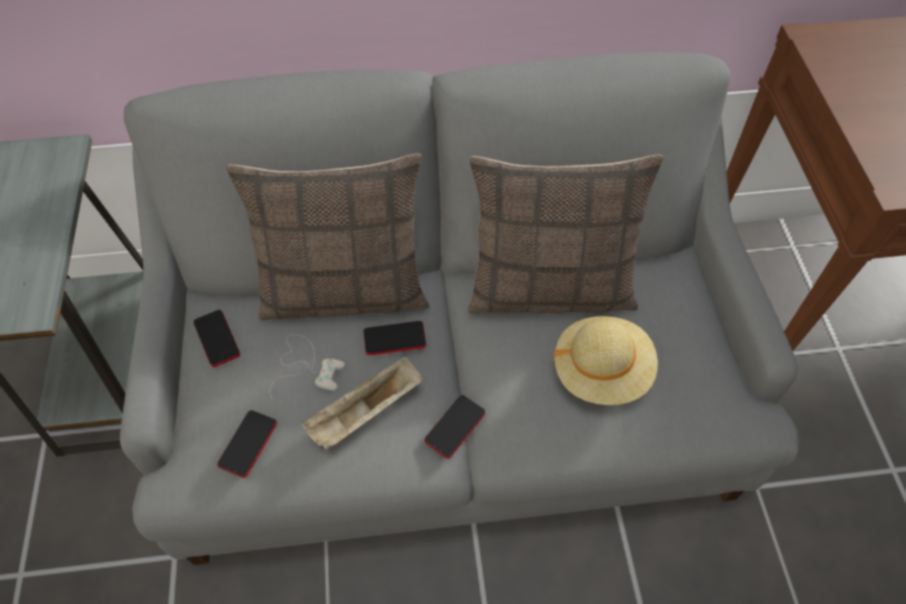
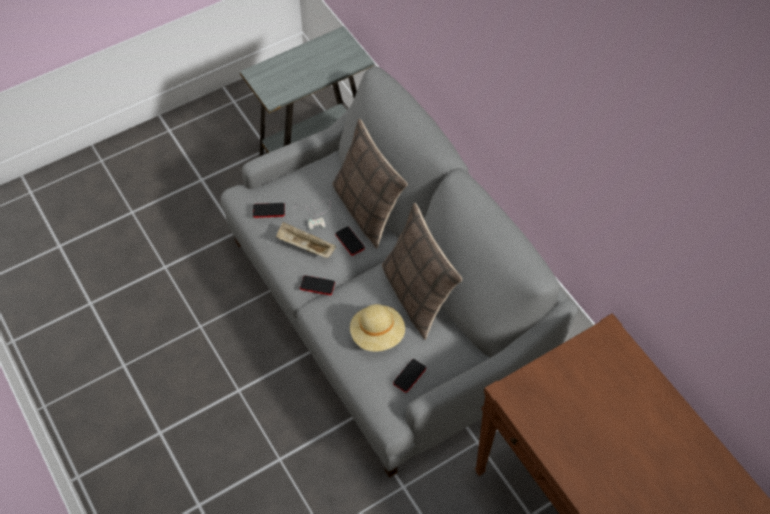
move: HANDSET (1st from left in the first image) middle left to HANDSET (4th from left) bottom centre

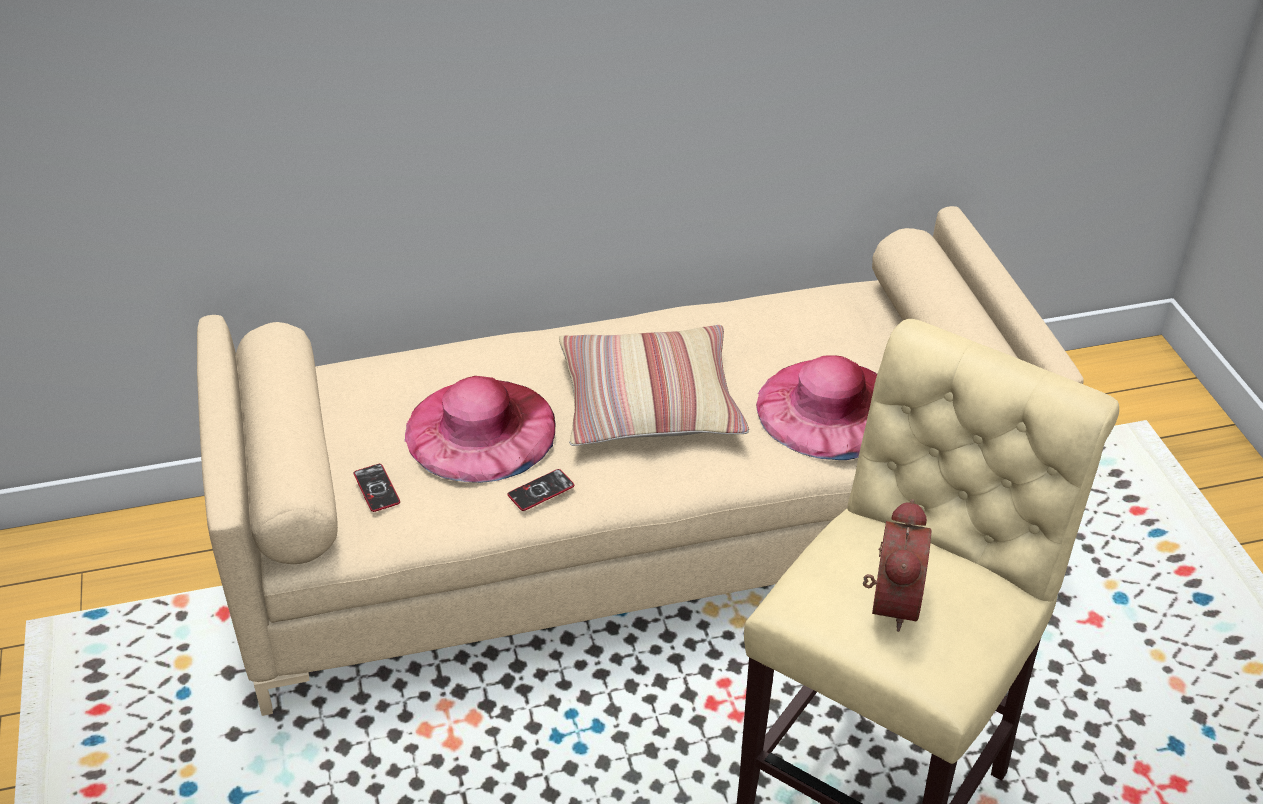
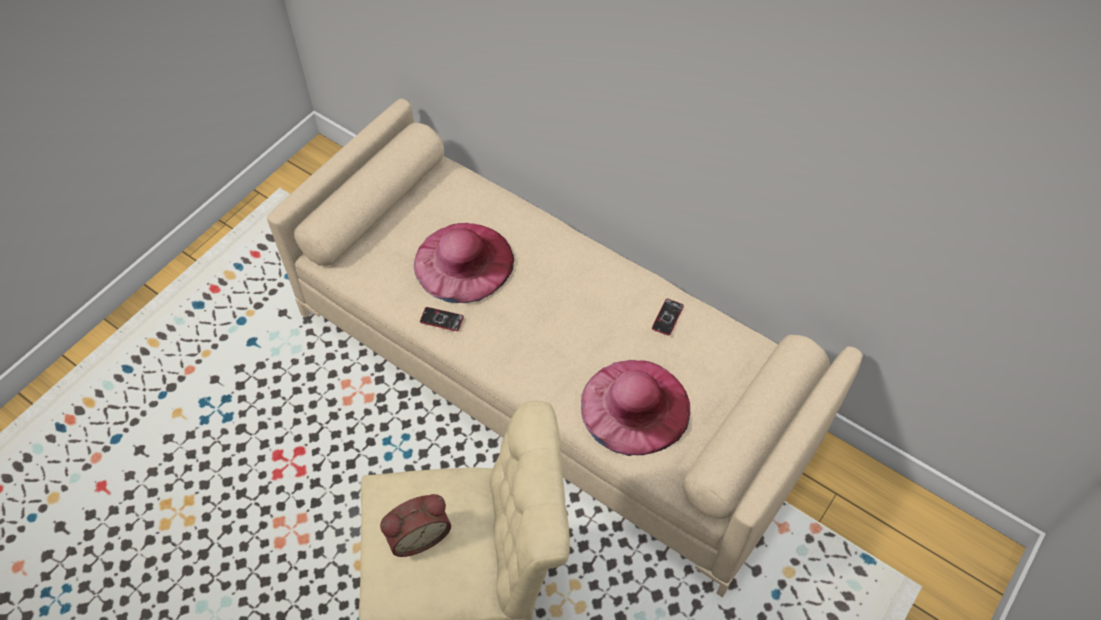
delete: CUSHION centre
move: HANDSET (1st from left in the first image) middle left to HANDSET (2nd from left) centre

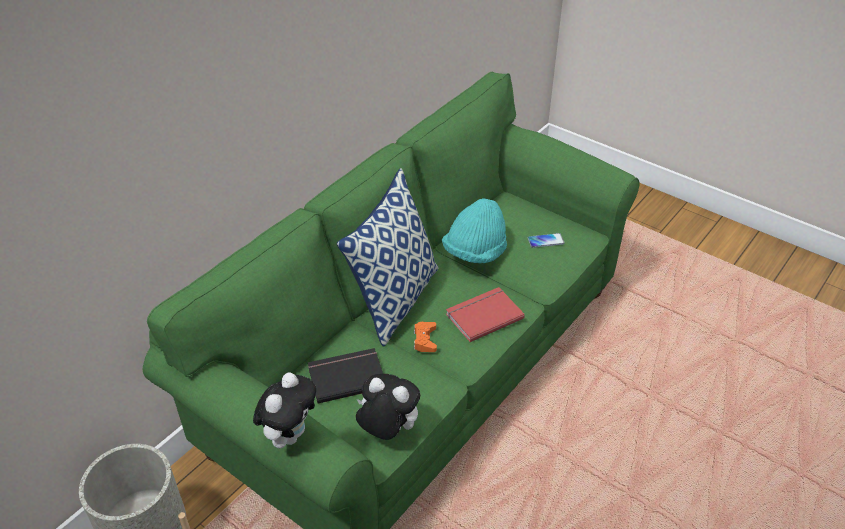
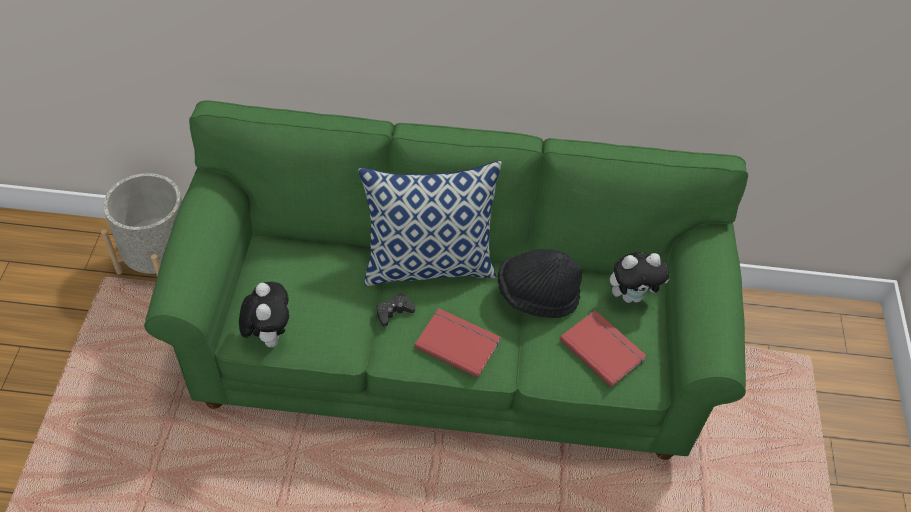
delete: BLACK-COLOURED VOLUME bottom centre
move: SOFT TOY (1st from left in the first image) bottom centre to SOFT TOY (2nd from left) middle right
replace: HANDSET centre to RED VOLUME (2nd from left) bottom centre
recolor: ORANGEY JOYPAD centre to BLACK-COLOURED JOYPAD centre; TURQUOISE-COLOURED WEARABLE HAT centre to BLACK-COLOURED WEARABLE HAT centre

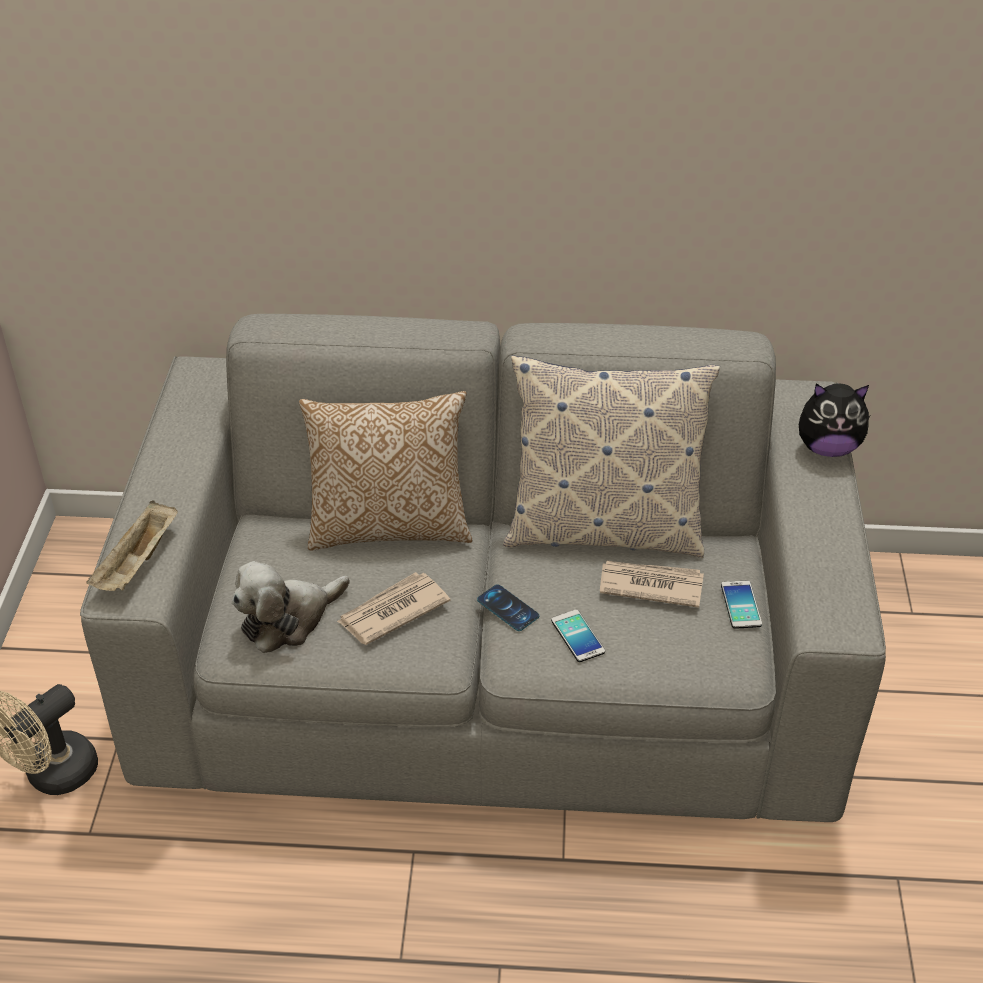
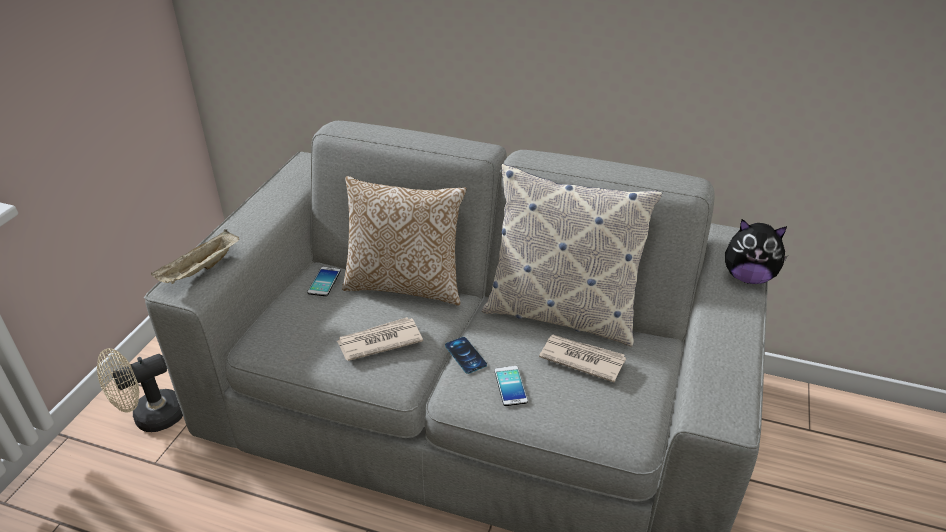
delete: SOFT TOY (1st from left) middle left
move: HANDSET (3rd from left in the first image) middle right to HANDSET (1st from left) centre

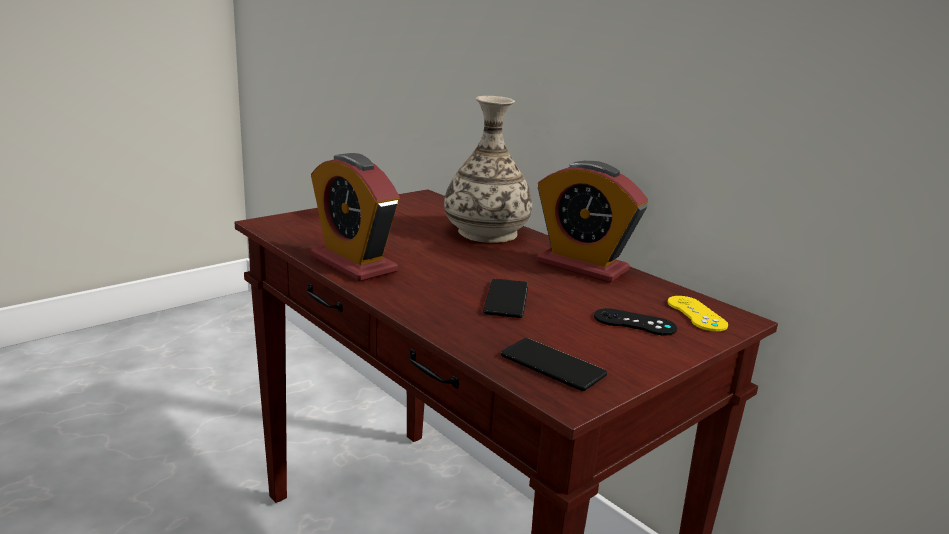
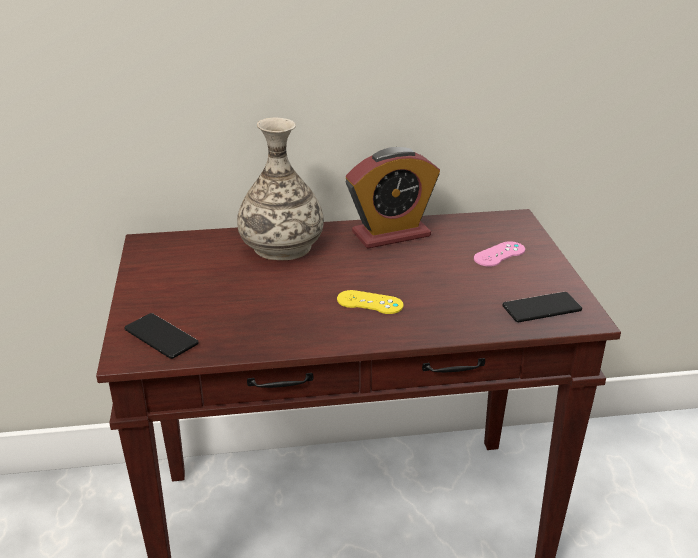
delete: BEDSIDE CLOCK (1st from left) centre
move: HANDSET (1st from left) centre to middle left; YELLOWISH JOYPAD middle right to centre
recolor: BLACK-COLOURED JOYPAD middle right to PINKISH JOYPAD middle right

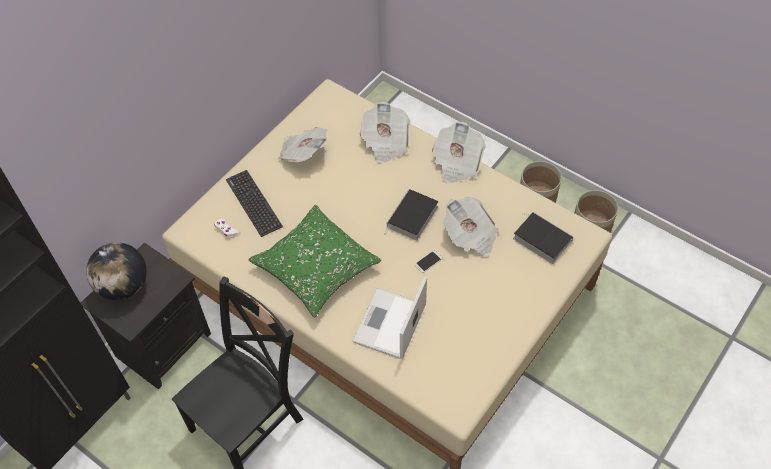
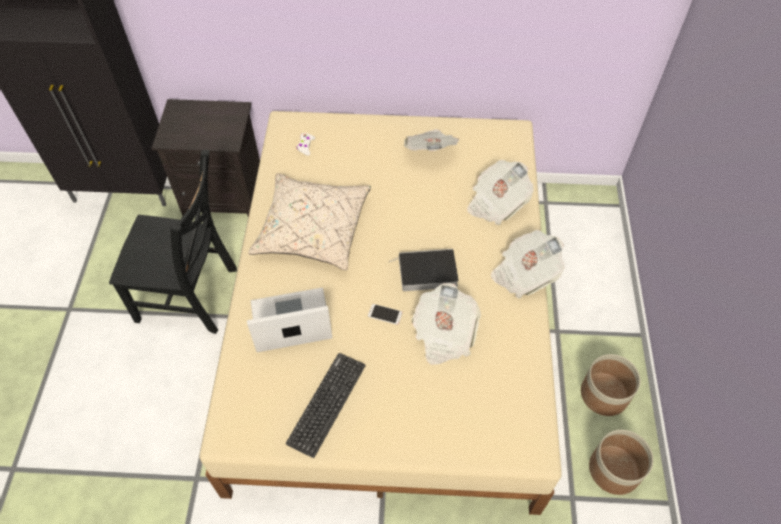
delete: DESK GLOBE middle left; VOLUME (2nd from left) middle right
move: PC KEYBOARD middle left to bottom centre
recolor: GREENISH CUSHION centre to BEIGE CUSHION centre

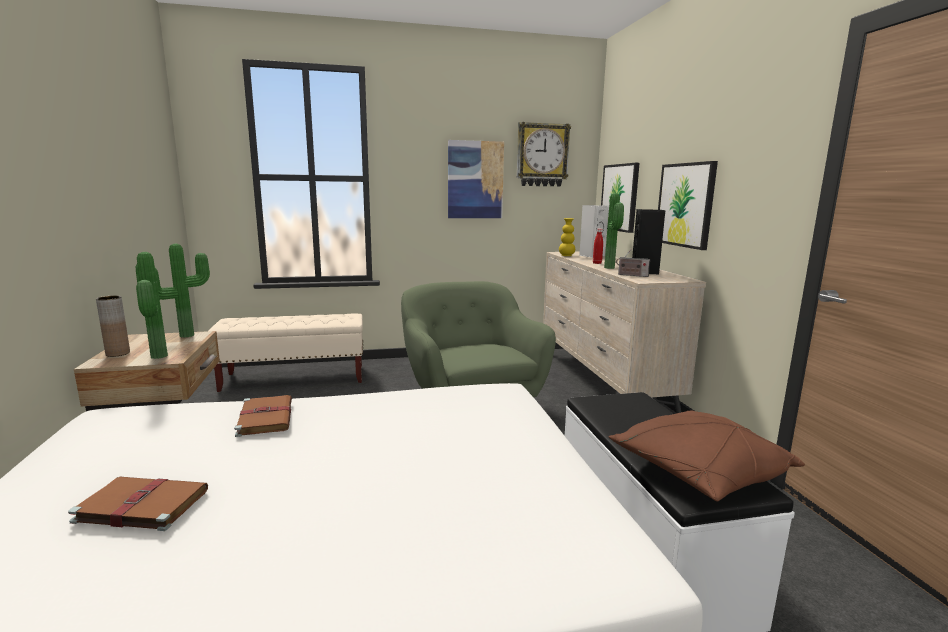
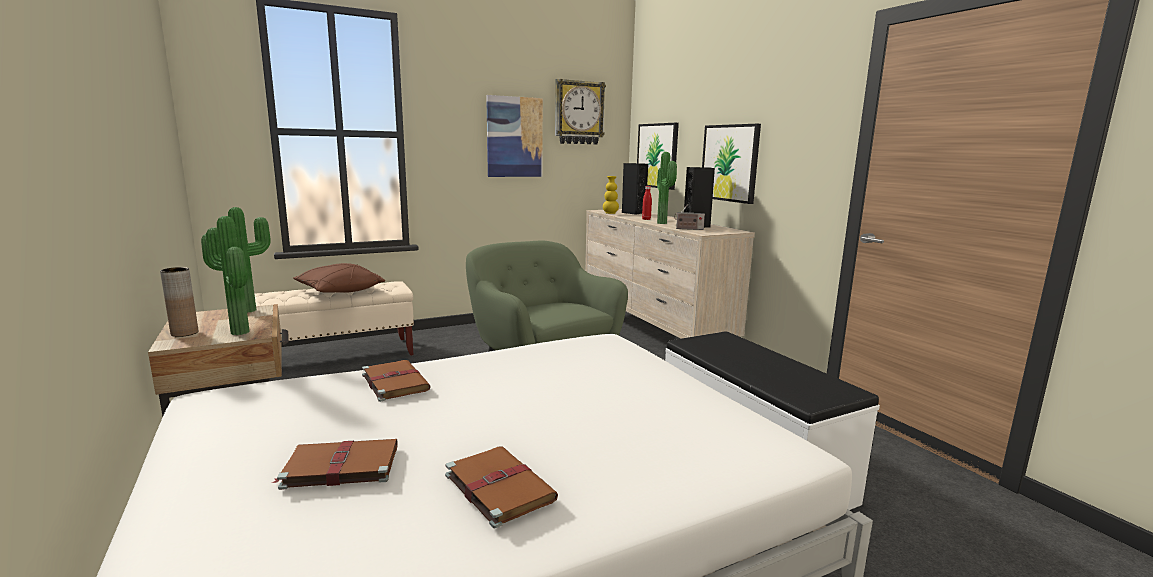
insert: BROWNISH VOLUME (3rd from left) bottom centre
move: BROWNISH CUSHION bottom right to middle left
recolor: WHITISH LOUDSPEAKER centre to BLACK-COLOURED LOUDSPEAKER (1st from left) top centre

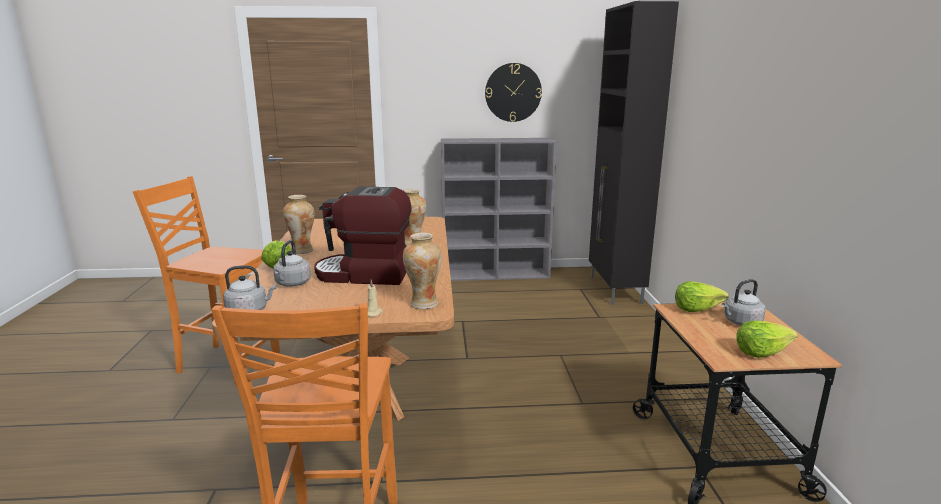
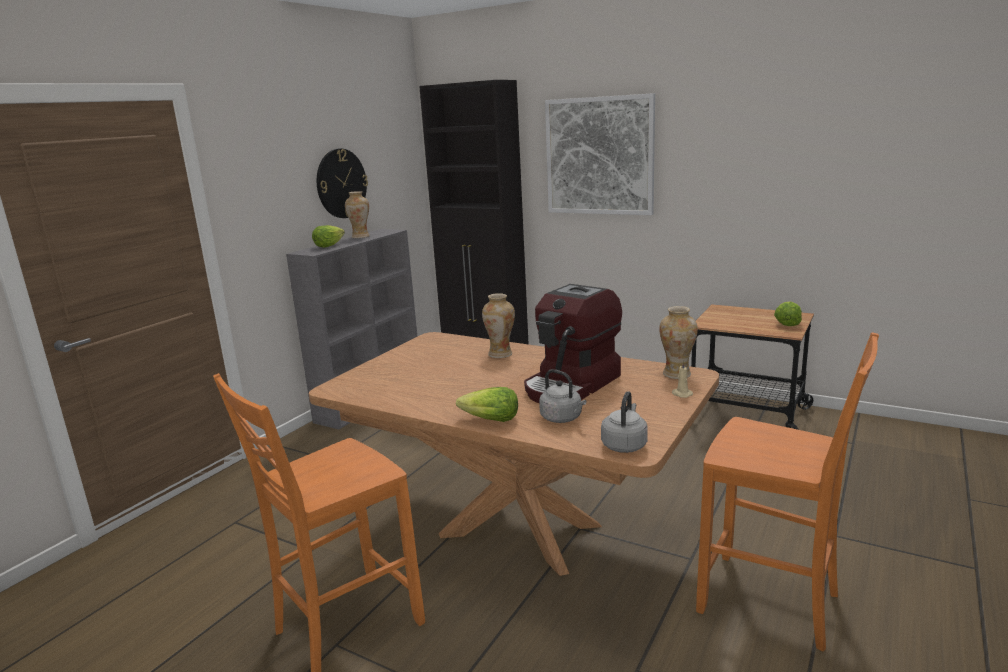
delete: GREYISH WATER KETTLE (3rd from left) middle right
insert: PICTURE top centre
move: VASE (1st from left) middle left to top centre; HEAD OF LETTUCE (2nd from left in the first image) middle right to HEAD OF LETTUCE (1st from left) middle left

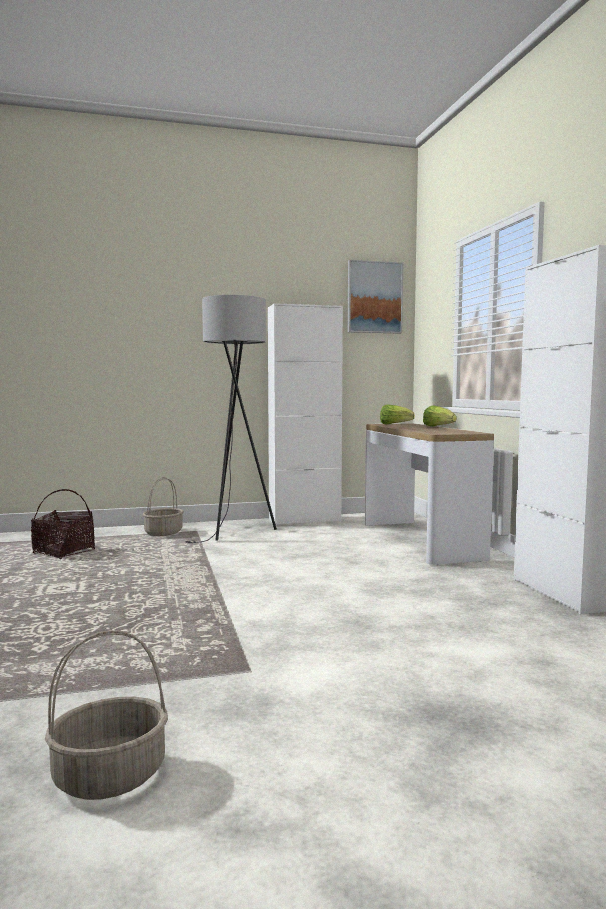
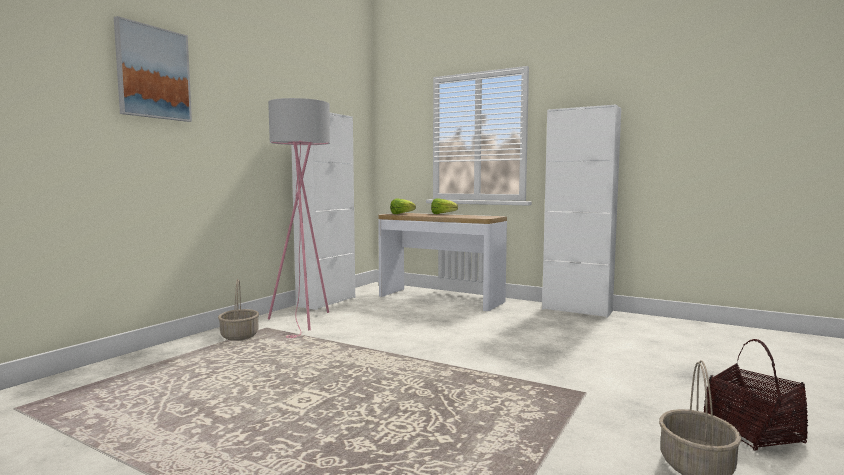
move: STORAGE BASKET (1st from left in the first image) middle left to STORAGE BASKET (3rd from left) bottom right; PICTURE top centre to top left
recolor: GREYISH STANDING LAMP centre to PINKISH STANDING LAMP centre

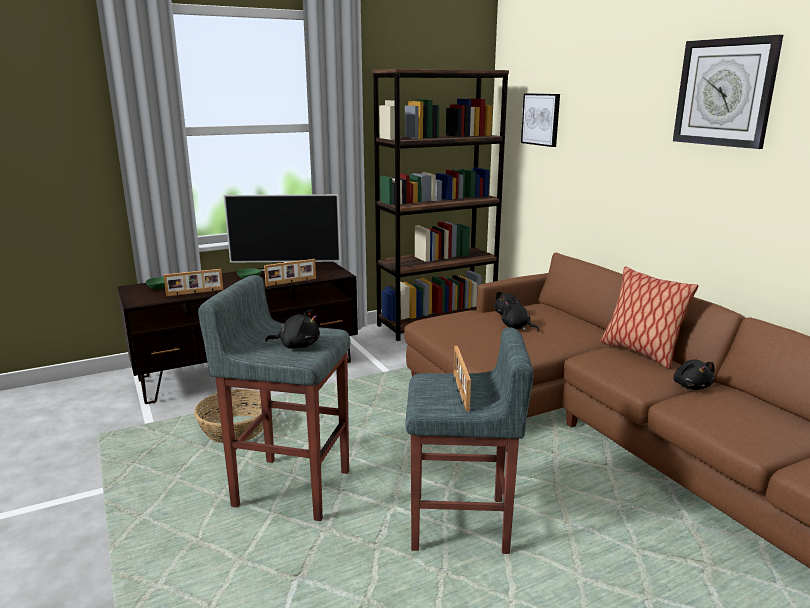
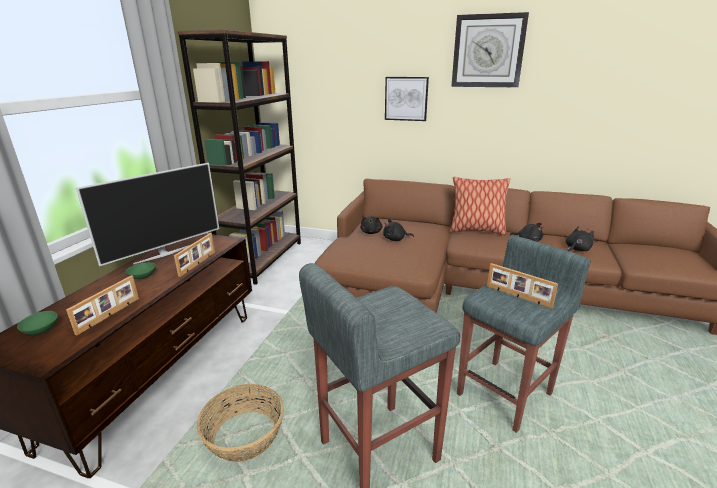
move: BLACK-COLOURED SOFT TOY (1st from left in the first image) centre to BLACK-COLOURED SOFT TOY (4th from left) middle right; PICTURE top right to top centre

